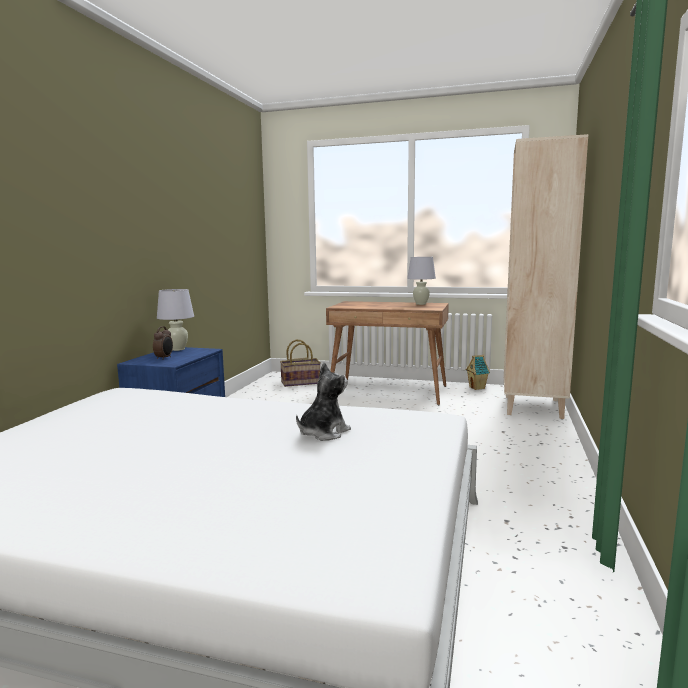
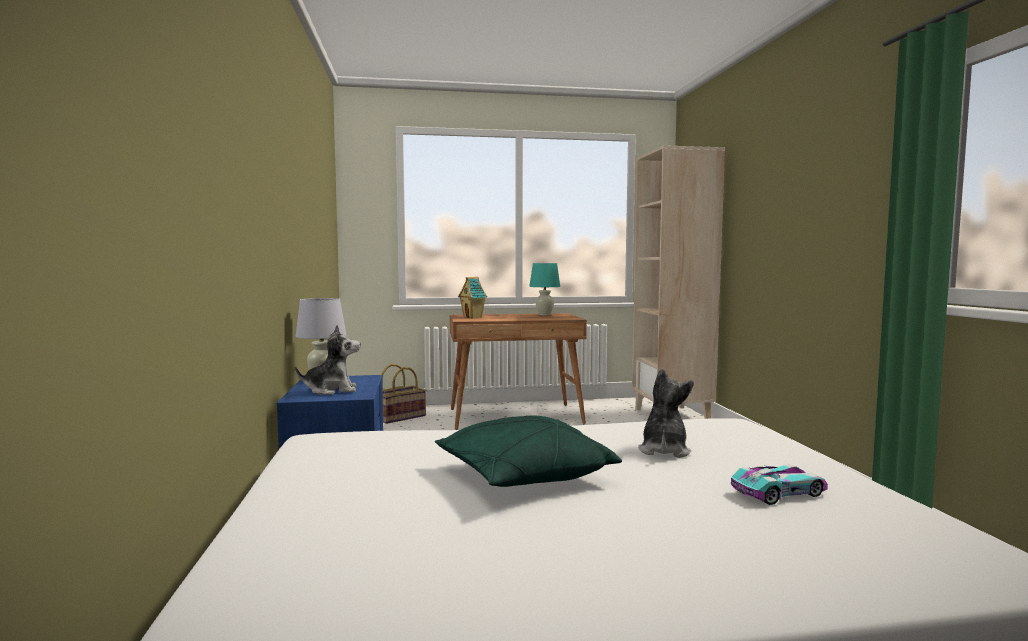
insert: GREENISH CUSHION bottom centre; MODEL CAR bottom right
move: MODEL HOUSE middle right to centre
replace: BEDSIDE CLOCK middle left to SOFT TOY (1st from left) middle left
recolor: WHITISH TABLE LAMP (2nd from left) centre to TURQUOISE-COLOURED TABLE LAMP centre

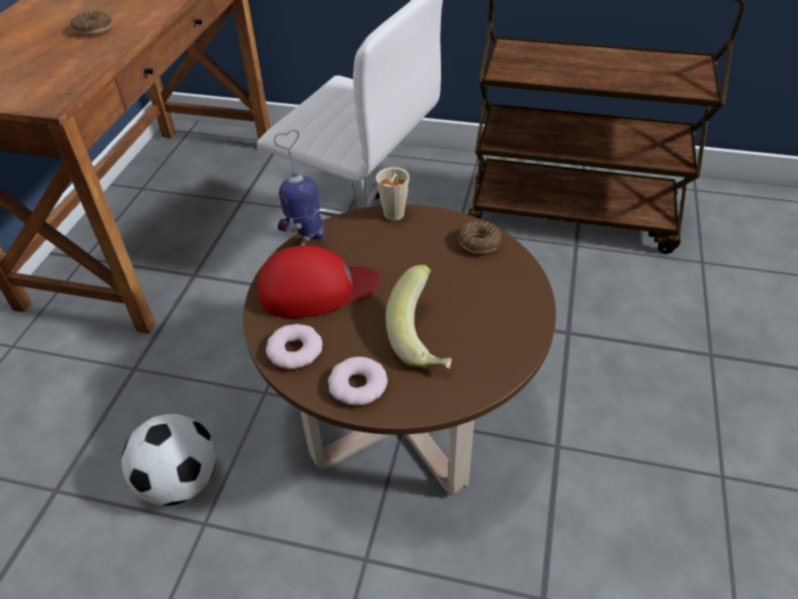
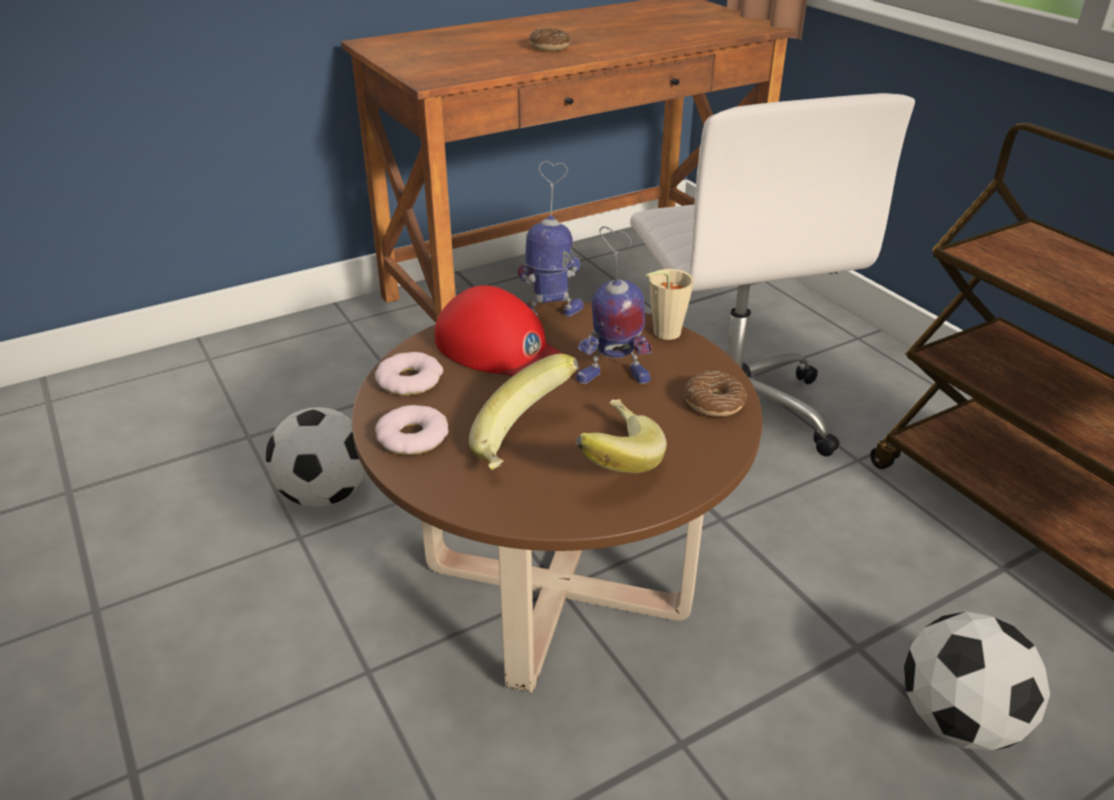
insert: ROBOT FIGURE (2nd from left) centre; BANANA FRUIT (2nd from left) centre; FOOTBALL BALL (2nd from left) bottom right

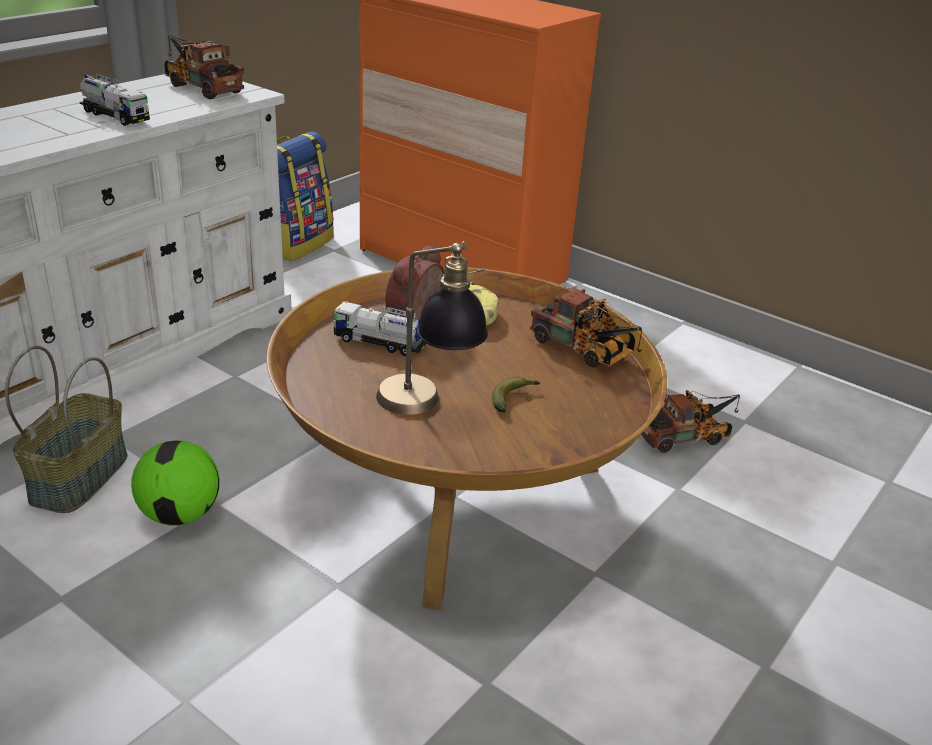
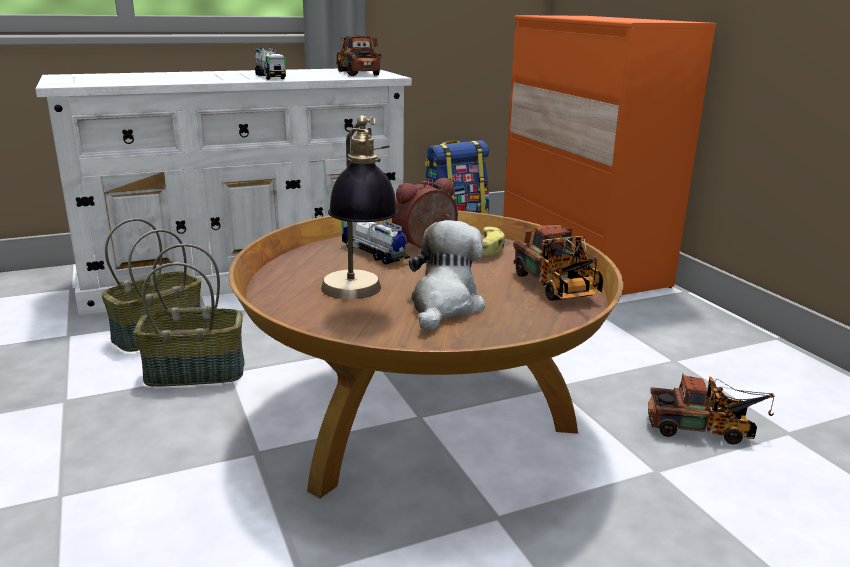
replace: FOOTBALL BALL middle left to STORAGE BASKET (2nd from left) middle left; BANANA FRUIT (2nd from left) centre to SOFT TOY centre

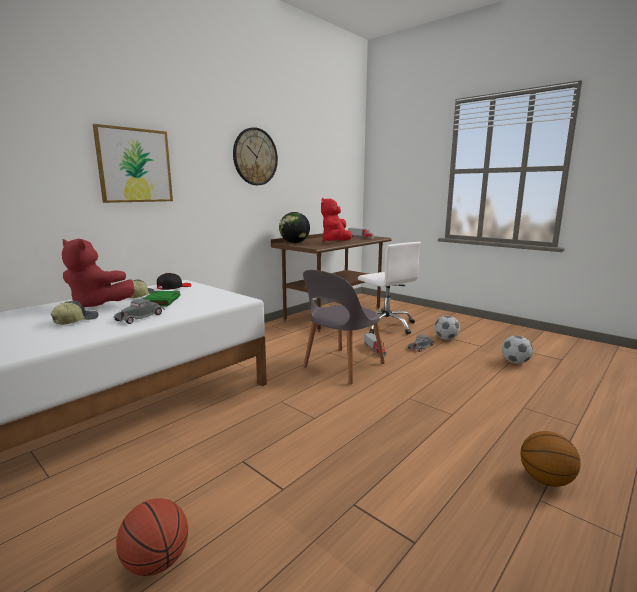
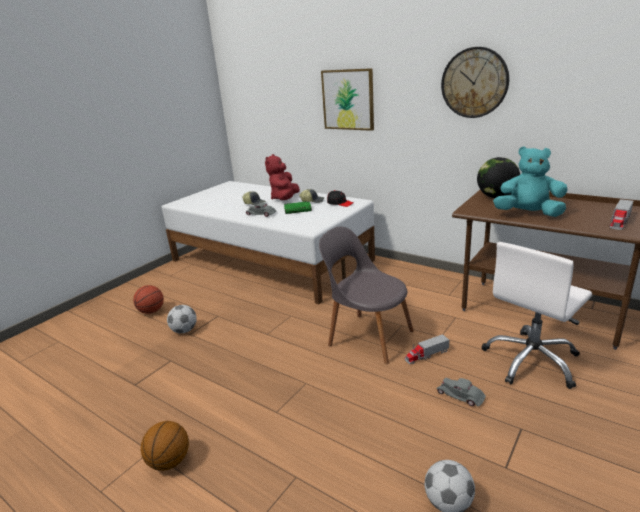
move: FOOTBALL BALL (1st from left) middle right to middle left
recolor: RED SOFT TOY (2nd from left) centre to TURQUOISE-COLOURED SOFT TOY middle right

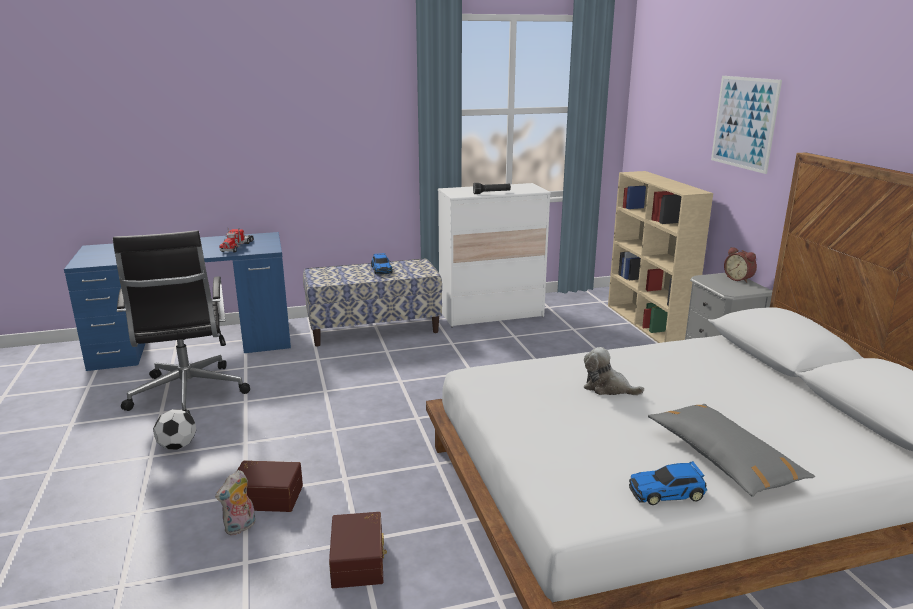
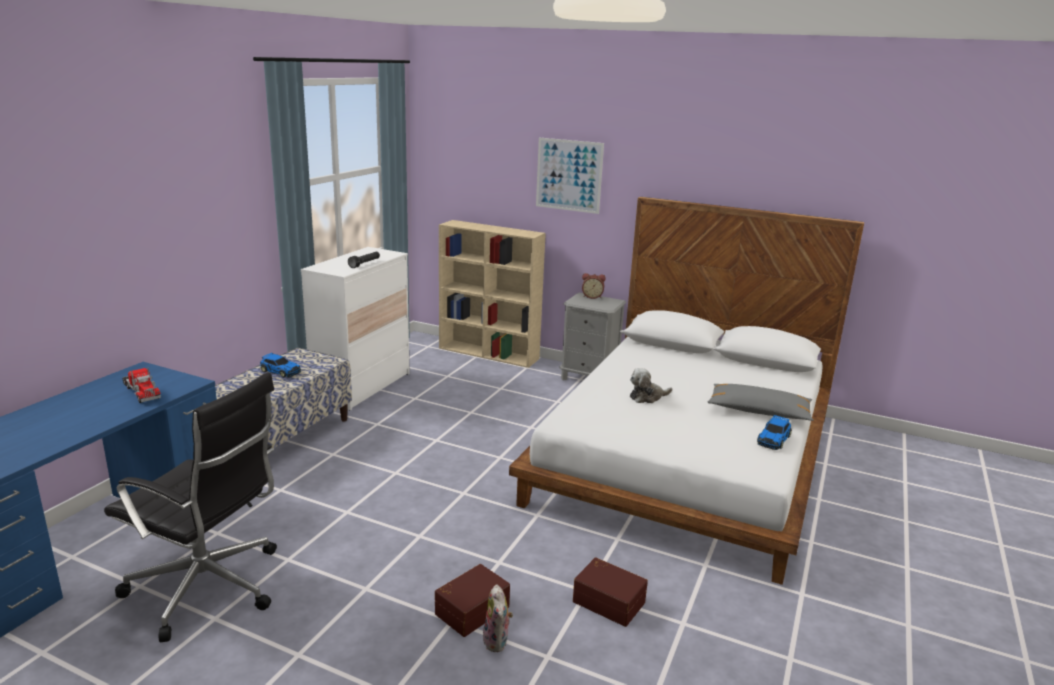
delete: FOOTBALL BALL bottom left

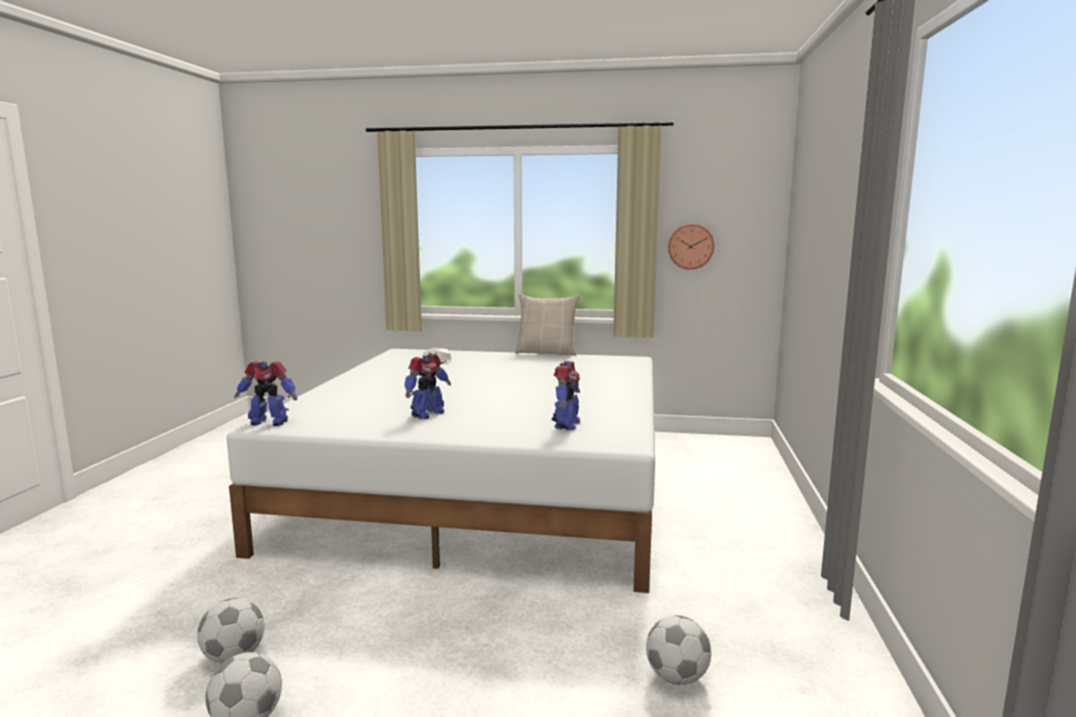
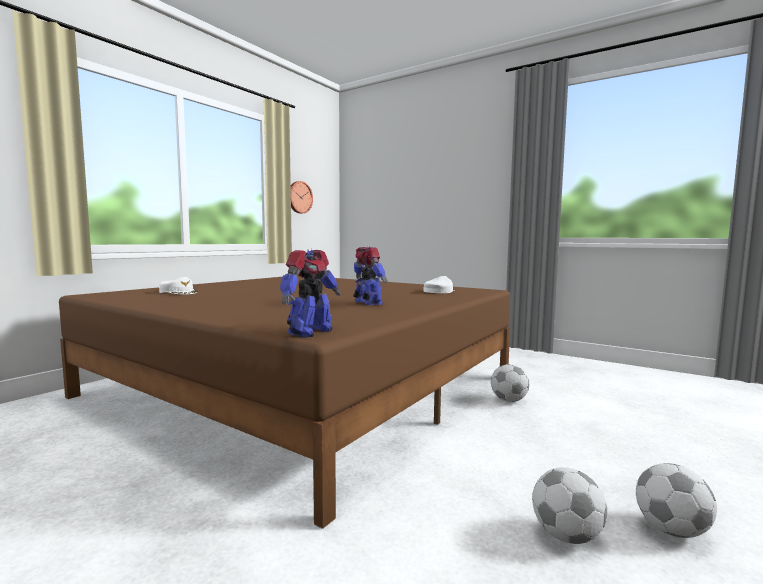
delete: BEIGE CUSHION centre
move: FOOTBALL BALL (3rd from left in the first image) bottom centre to FOOTBALL BALL (1st from left) middle right
replace: ROBOT FIGURE (3rd from left) centre to WHITISH CAP (2nd from left) centre
recolor: WHITISH SLEEPING BED centre to BROWNISH SLEEPING BED bottom centre

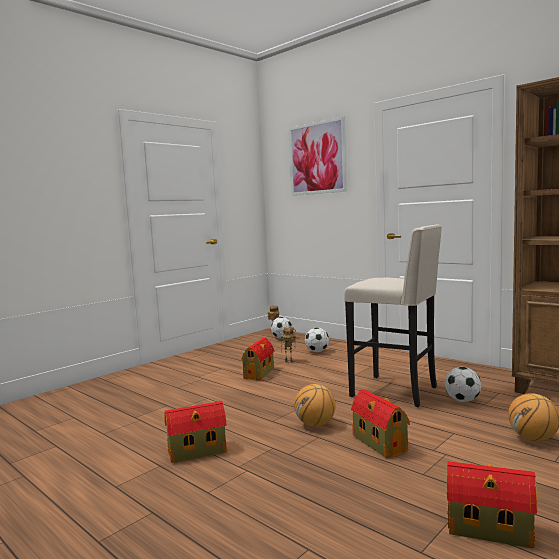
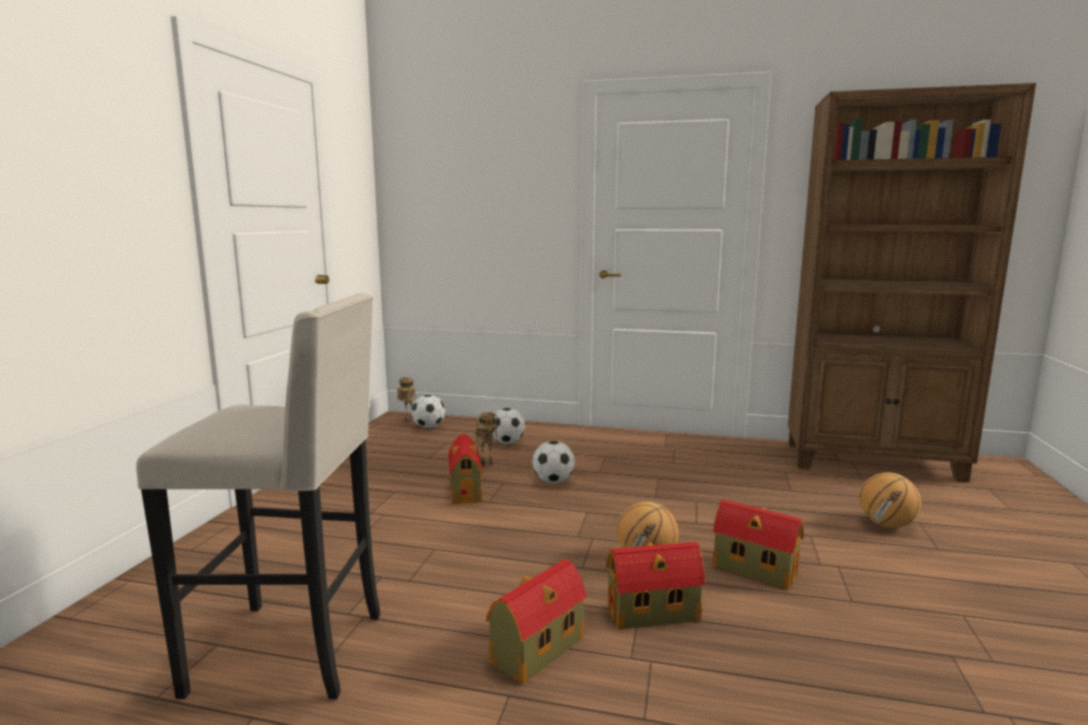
delete: PICTURE top centre
move: BEIGE STOOL SEAT middle right to bottom left; FOOTBALL BALL (3rd from left) bottom right to centre; MODEL HOUSE (4th from left in the first image) bottom right to MODEL HOUSE (3rd from left) bottom centre

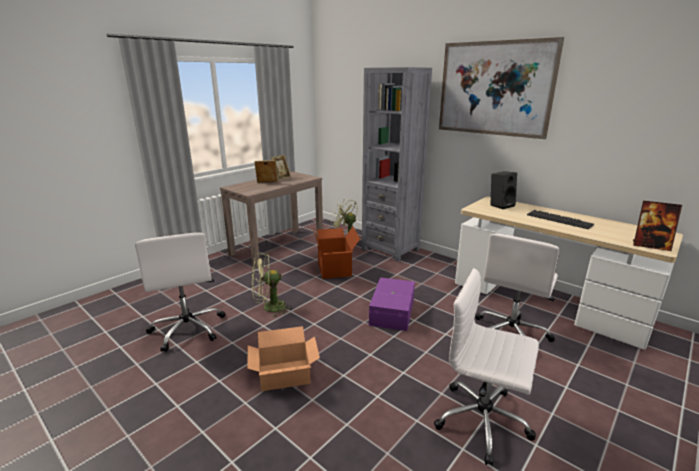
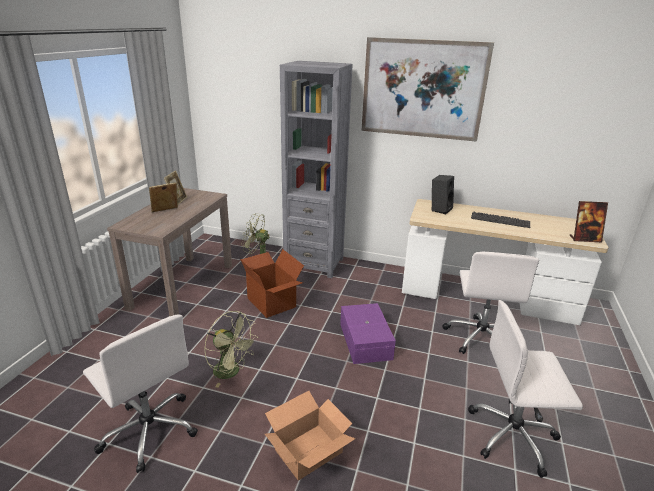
rotate: GREENISH COOLING FAN (1st from left) centre = bottom centre 105 degrees counterclockwise

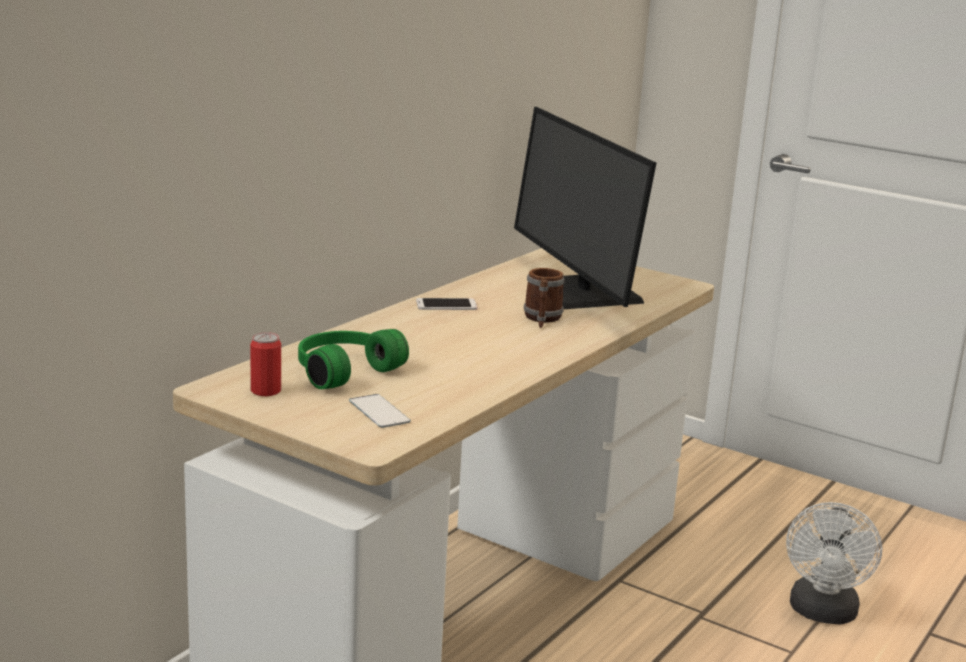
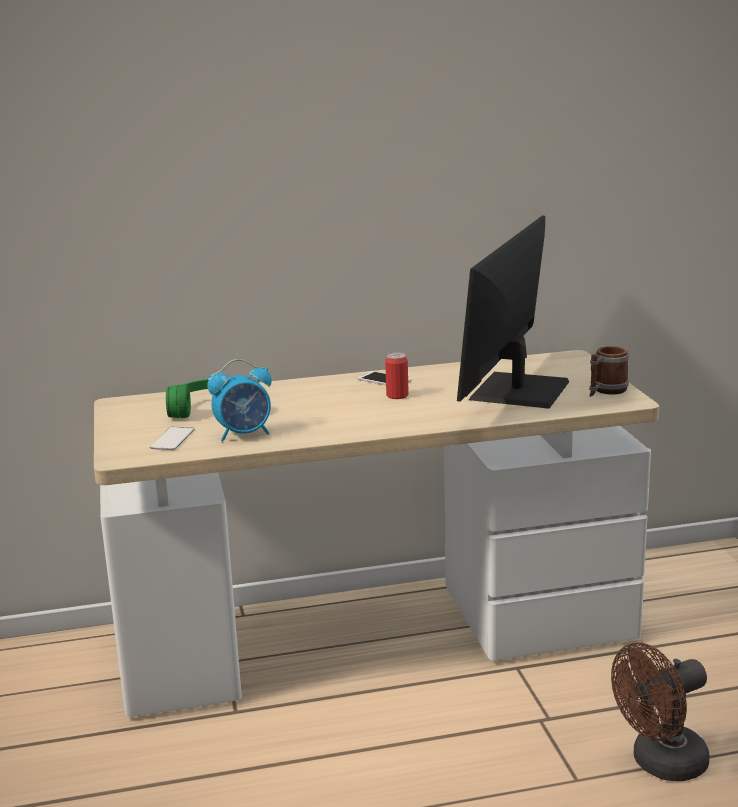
insert: BEDSIDE CLOCK middle left
move: CAN middle left to centre; COFFEE MUG centre to middle right
recolor: WHITISH COOLING FAN bottom right to BROWNISH COOLING FAN bottom right

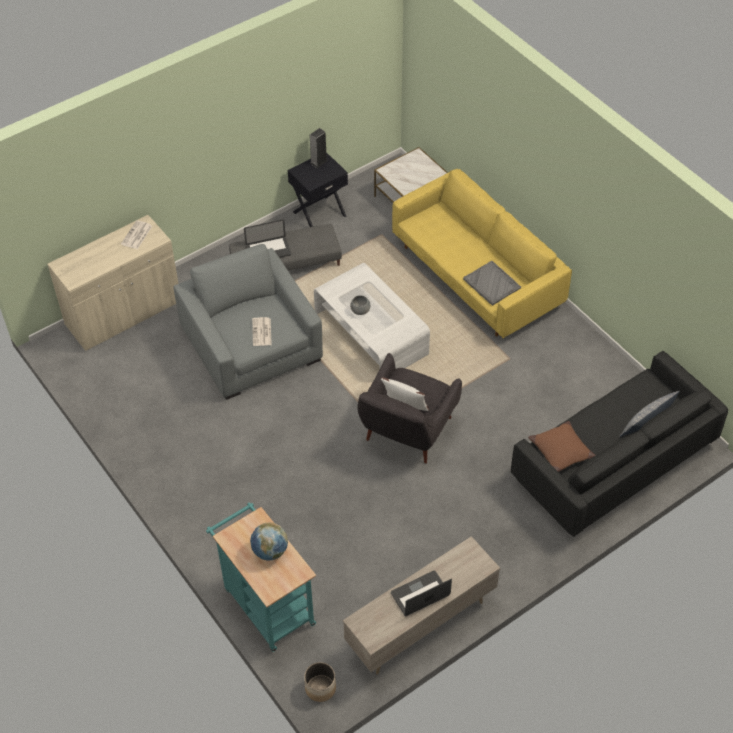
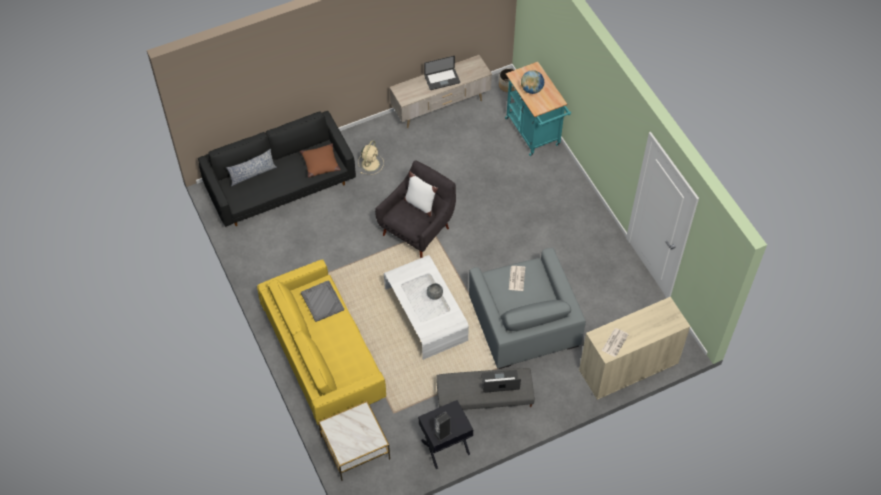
insert: BEIGE COOLING FAN top centre

